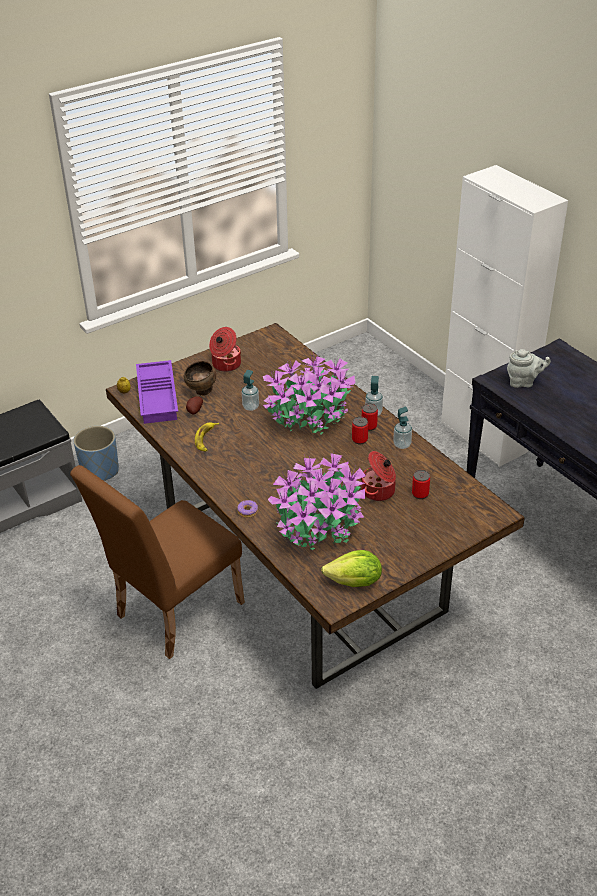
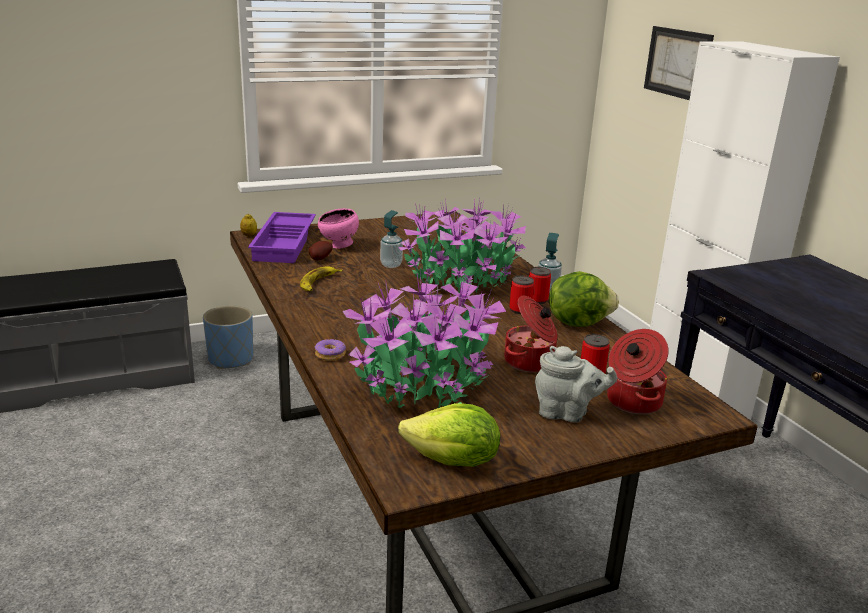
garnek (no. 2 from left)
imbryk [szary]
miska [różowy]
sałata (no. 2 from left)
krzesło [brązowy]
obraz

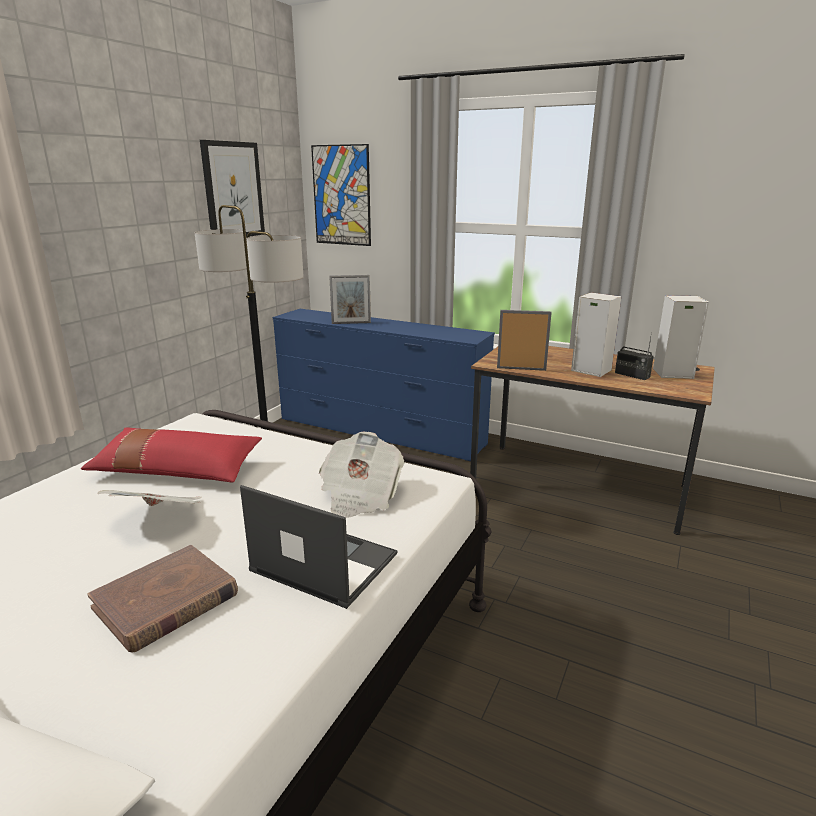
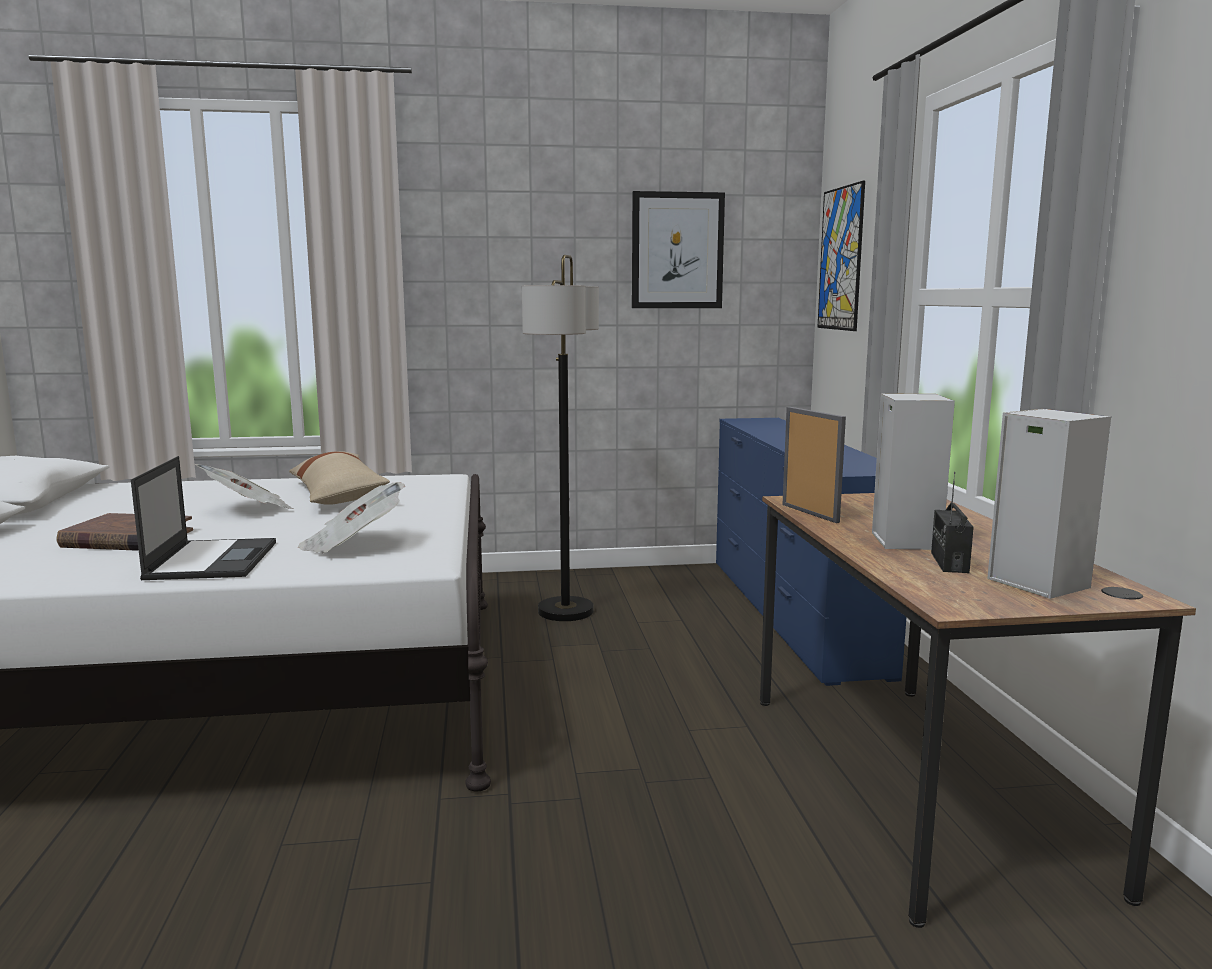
ramka na zdjęcie (no. 1 from left in the first image)
poduszka [beżowy]

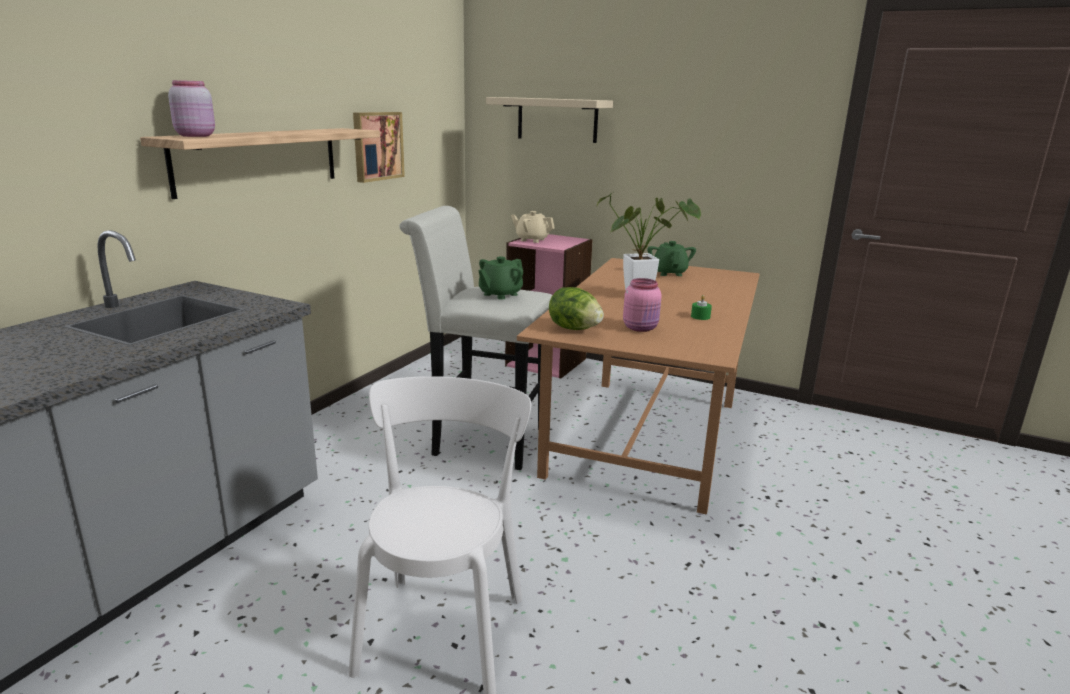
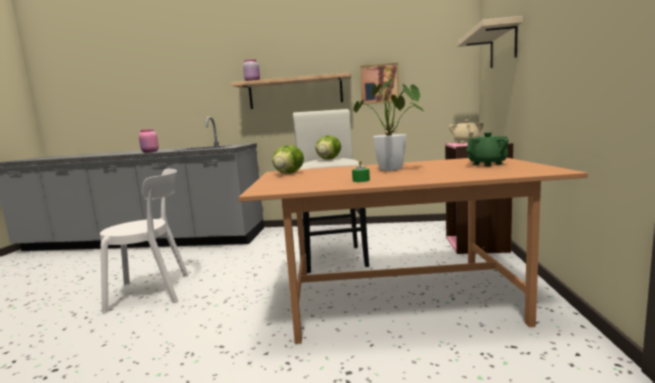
sałata (no. 2 from left)
słoik [różowy] (no. 1 from left)

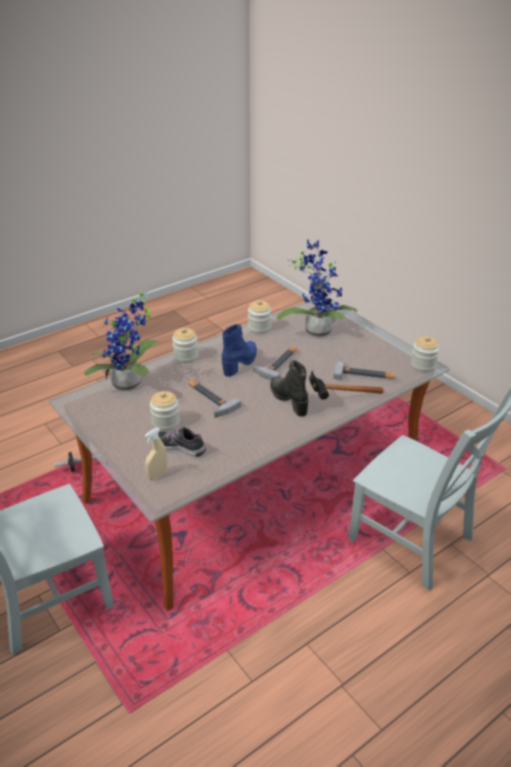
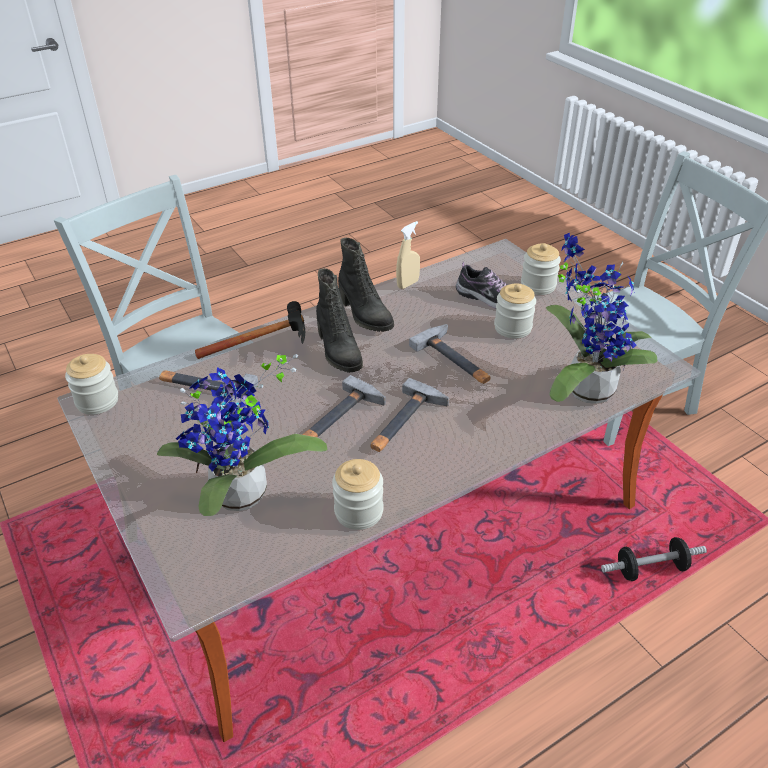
młotek (no. 4 from left)
słoik (no. 4 from left)
spryskiwacz [beżowy]
but z cholewką [czarny] (no. 2 from left)

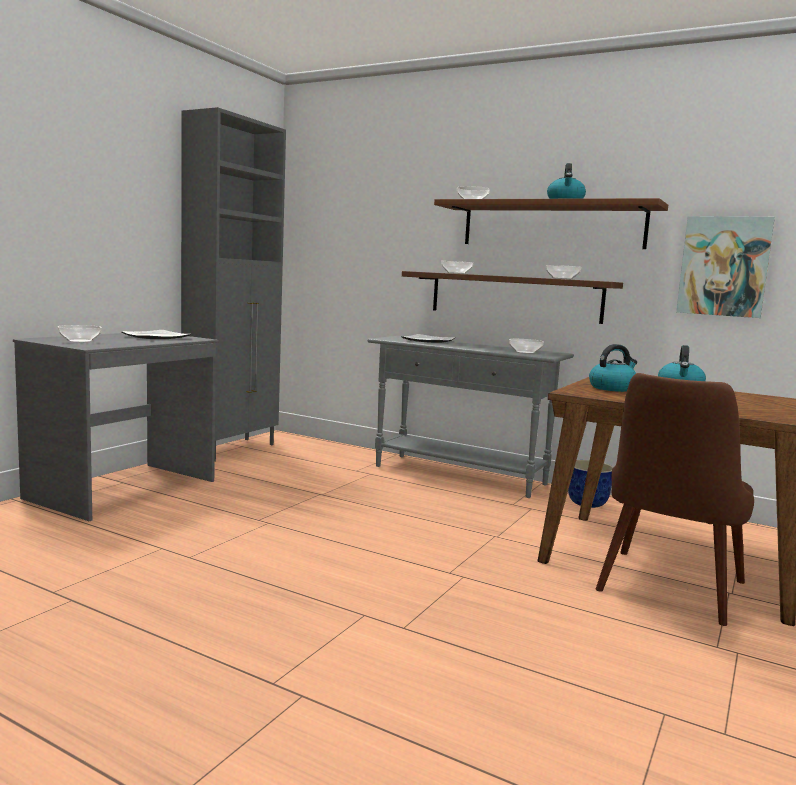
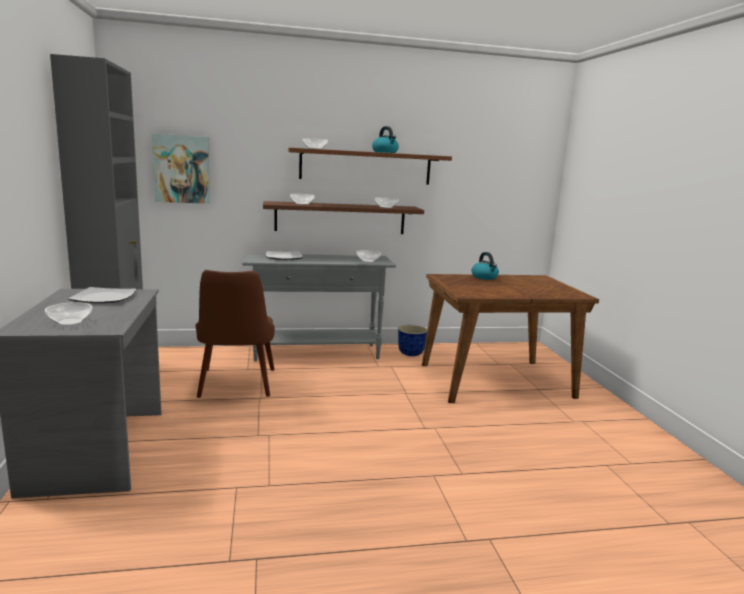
obraz
czajnik (no. 2 from left in the first image)
krzesło [brązowy]

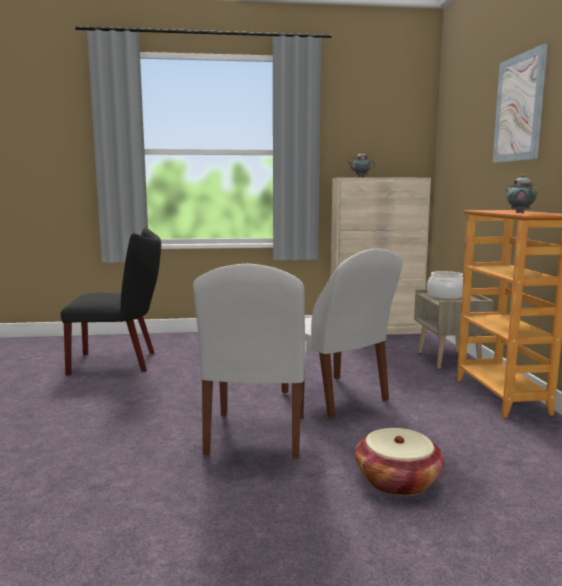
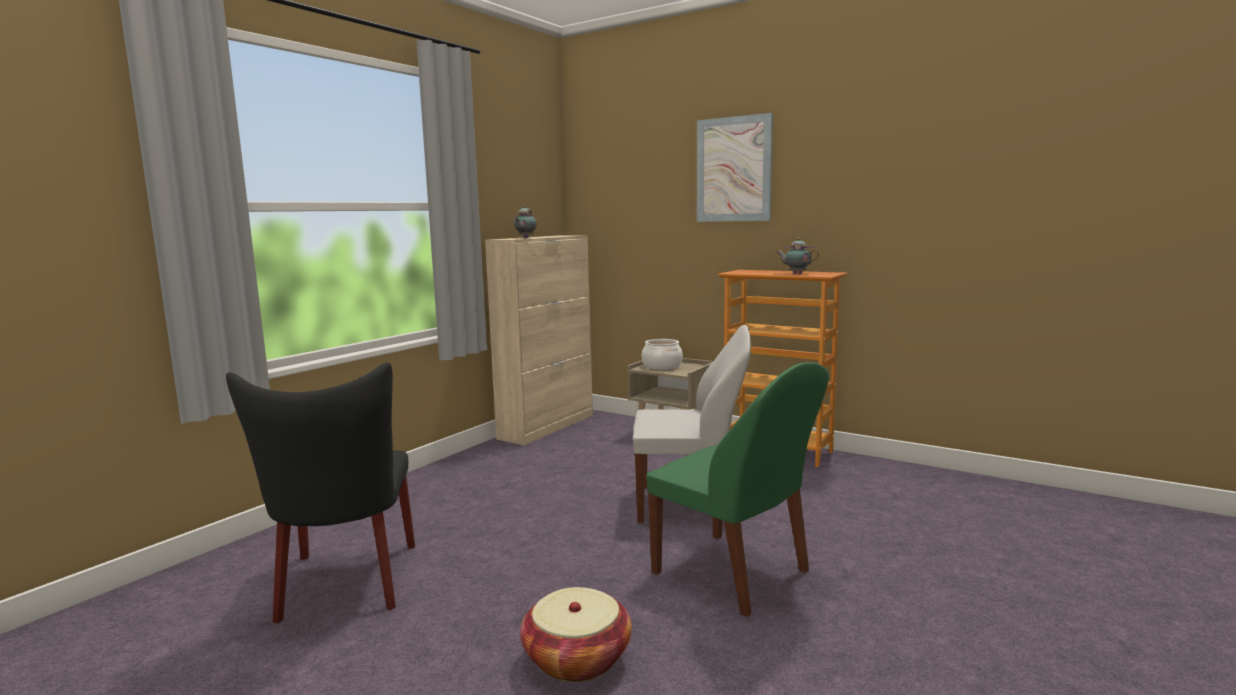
krzesło [czarny]
krzesło [zielony]
koszyk

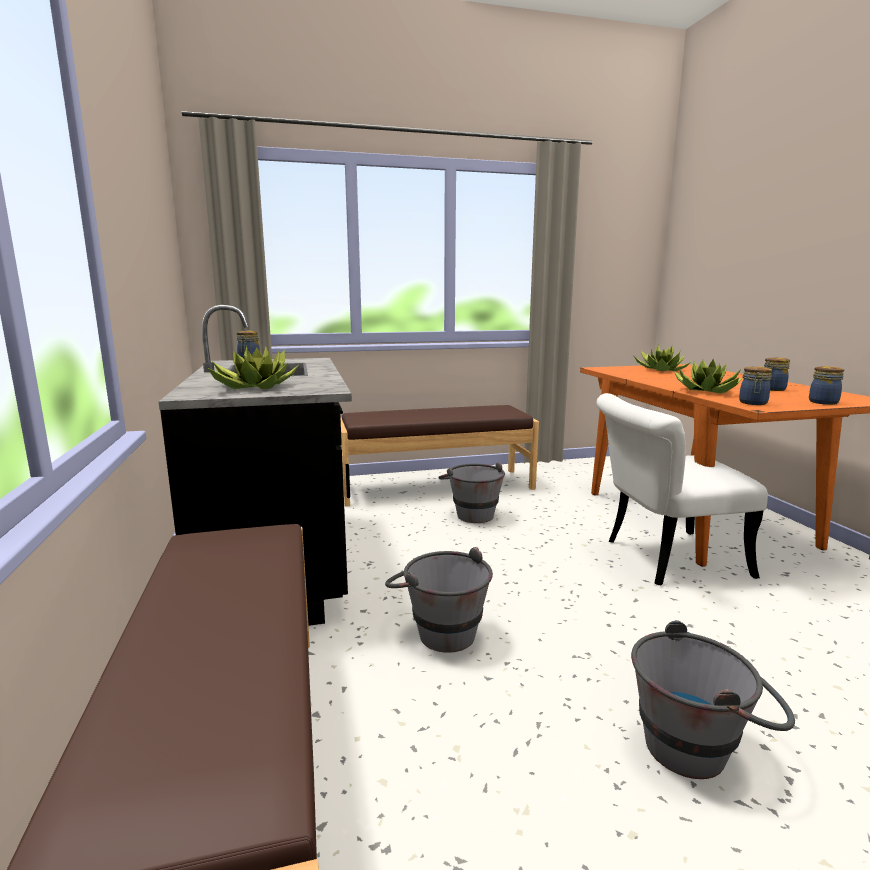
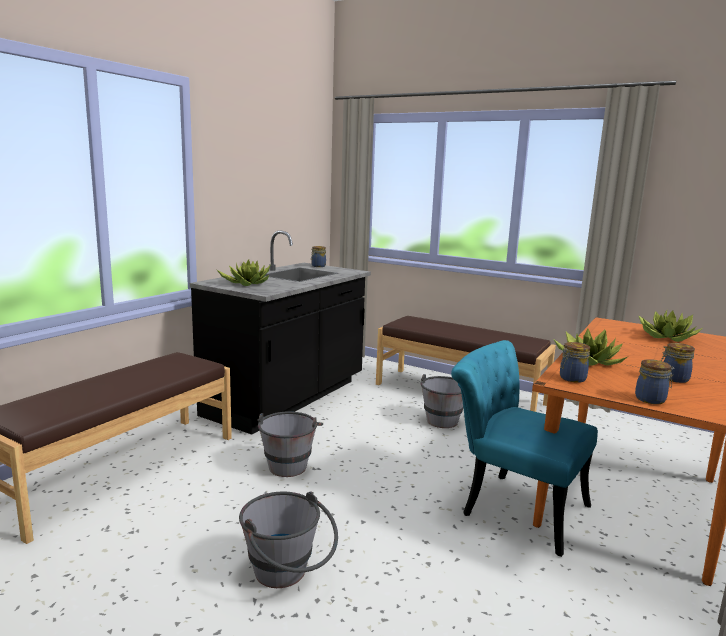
krzesło [turkusowy]

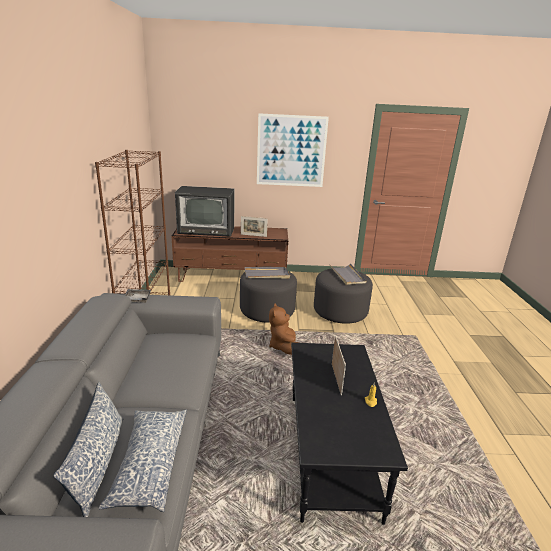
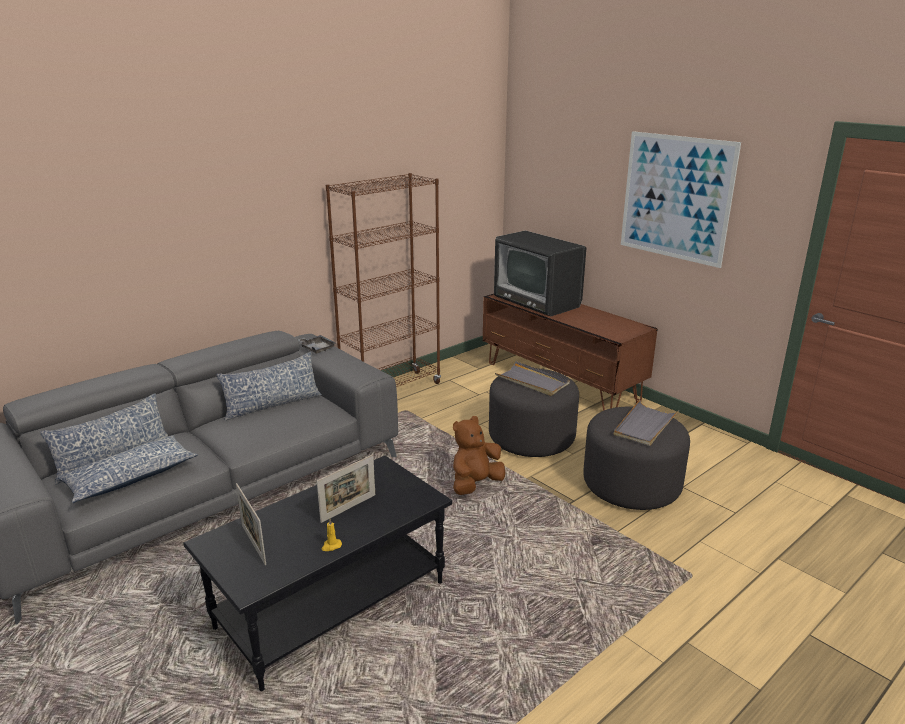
ramka na zdjęcie (no. 1 from left)
poduszka (no. 3 from left)

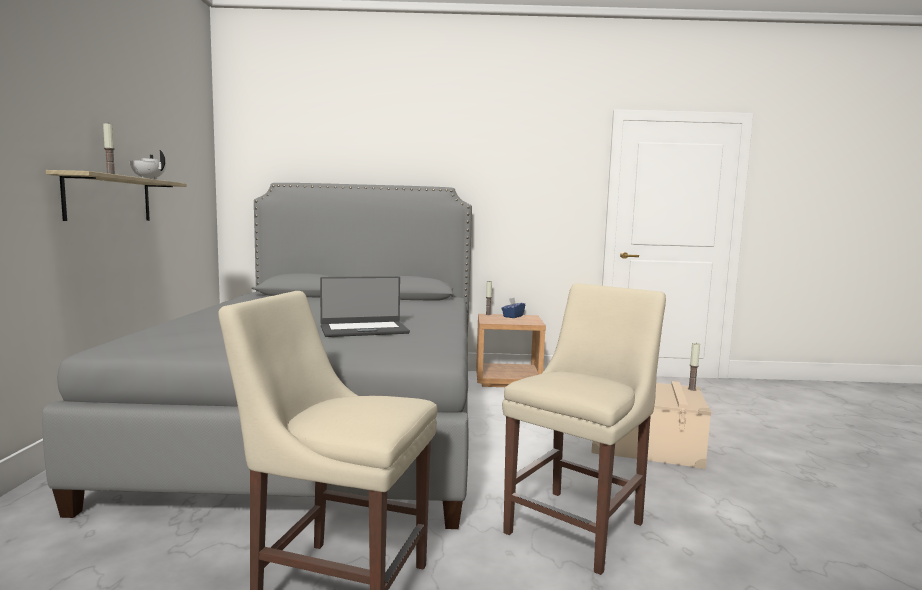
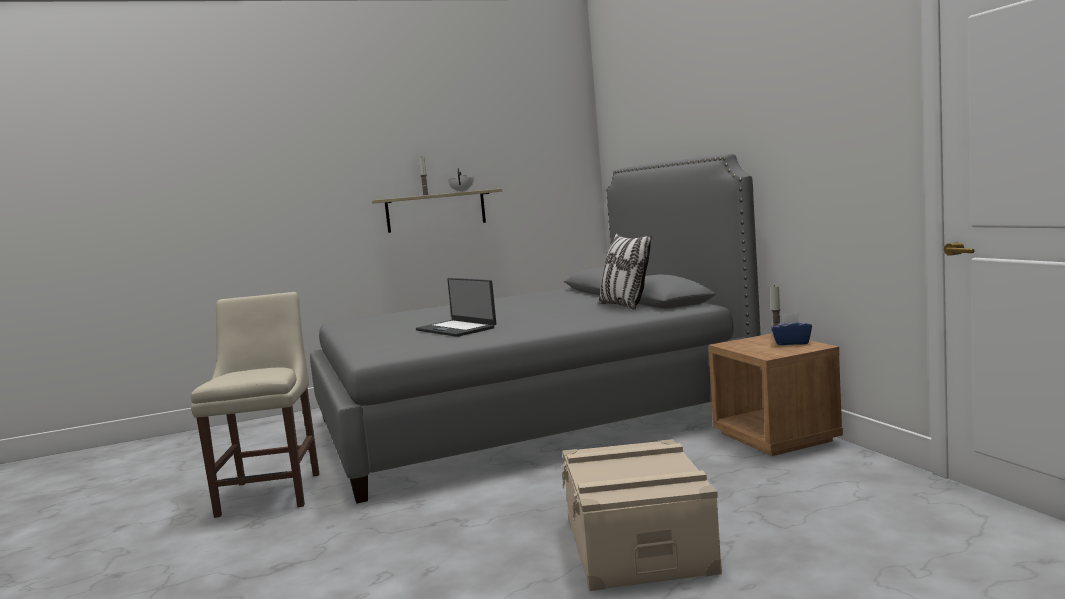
krzesło [beżowy] (no. 2 from left in the first image)
świeca (no. 3 from left in the first image)
poduszka

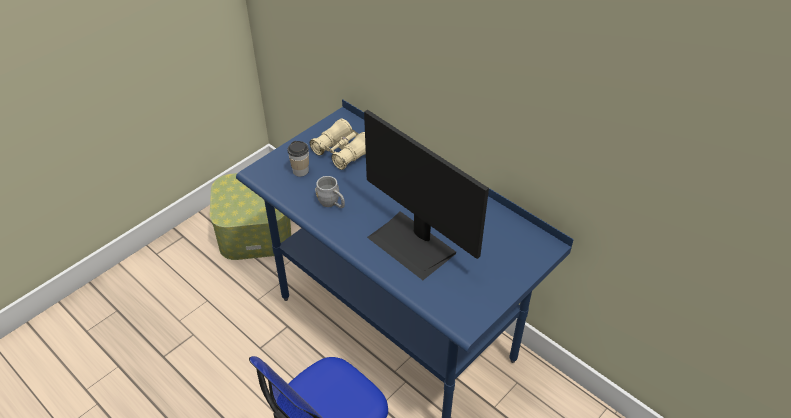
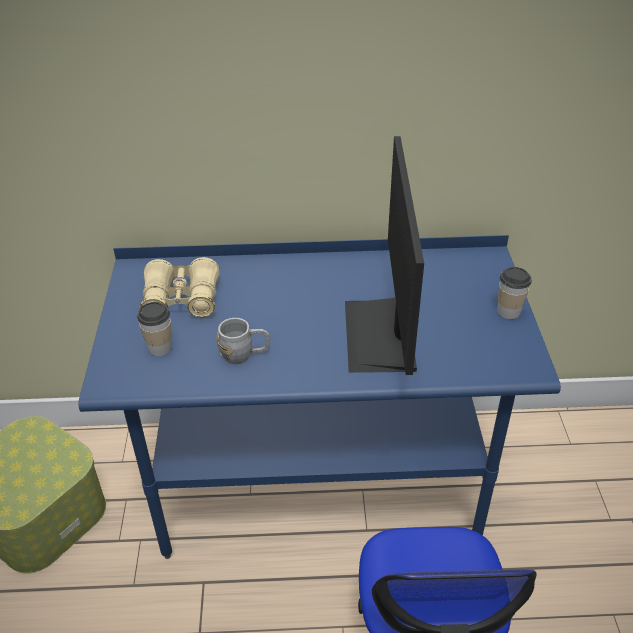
monitor
filiżanka (no. 2 from left)

